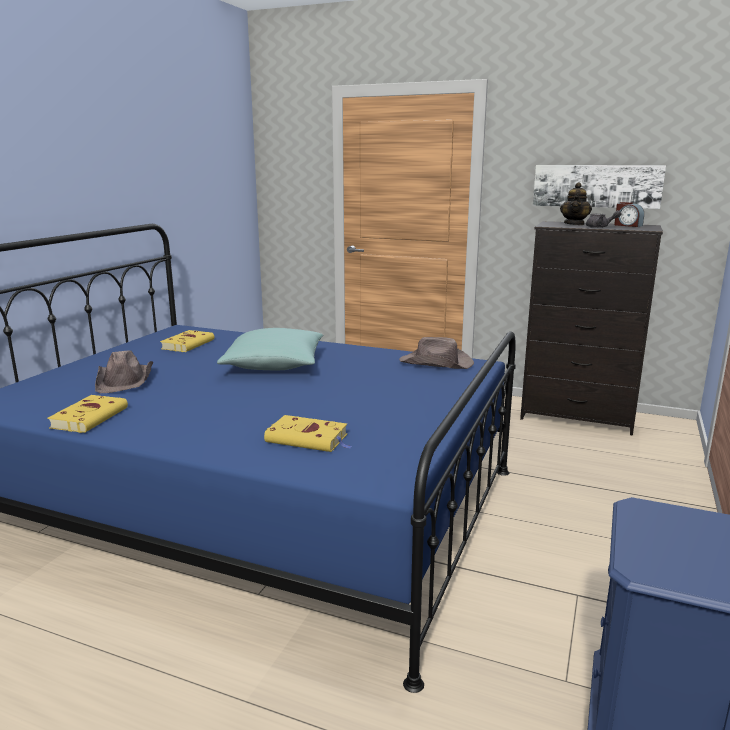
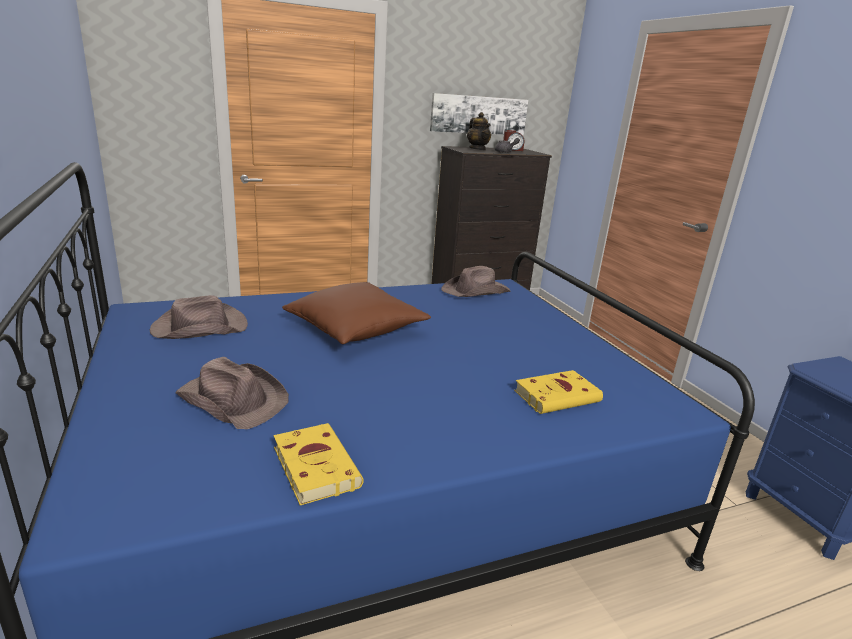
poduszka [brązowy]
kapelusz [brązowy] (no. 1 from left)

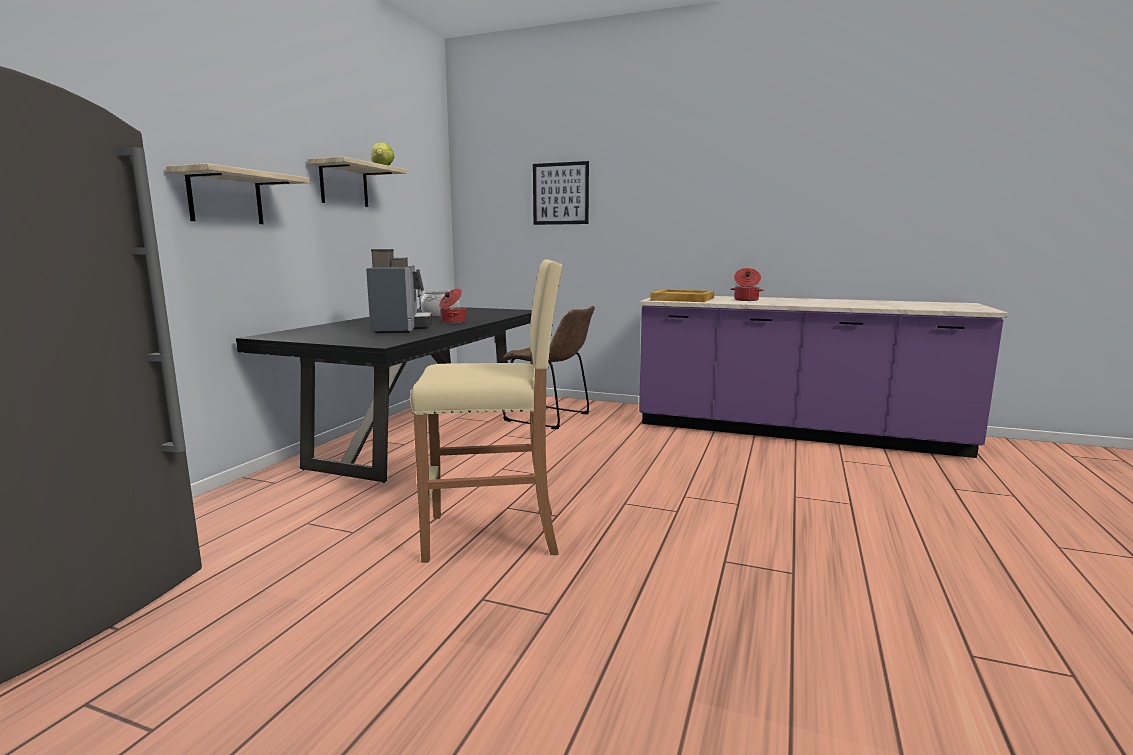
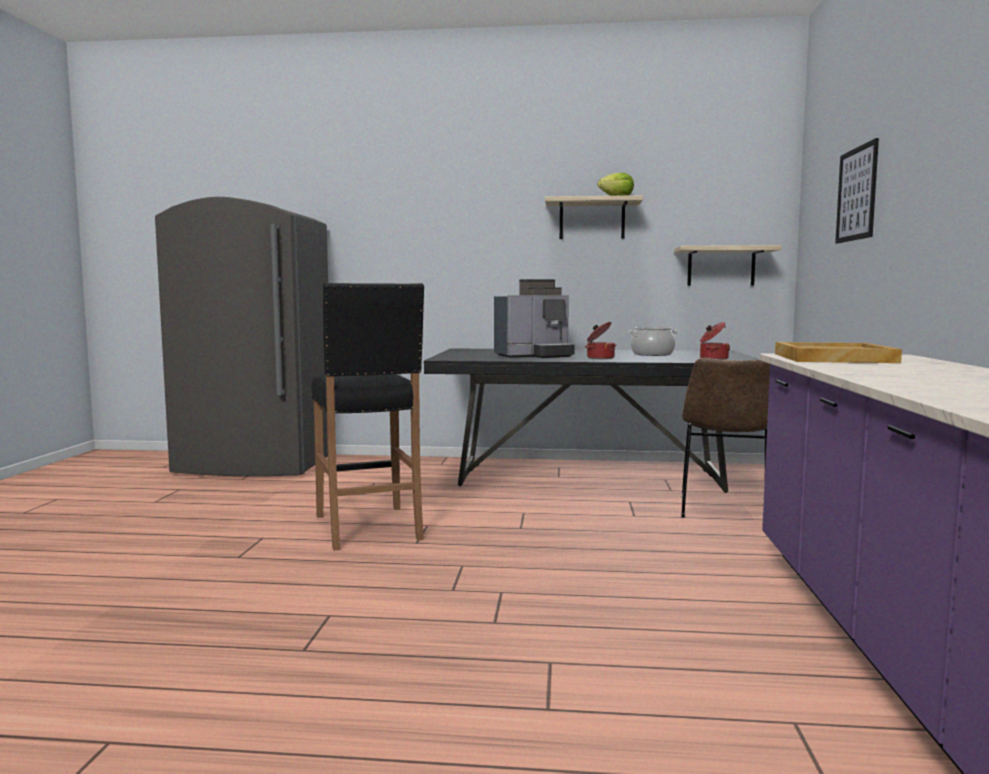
półka (no. 2 from left)
stołek [czarny]
garnek (no. 3 from left)

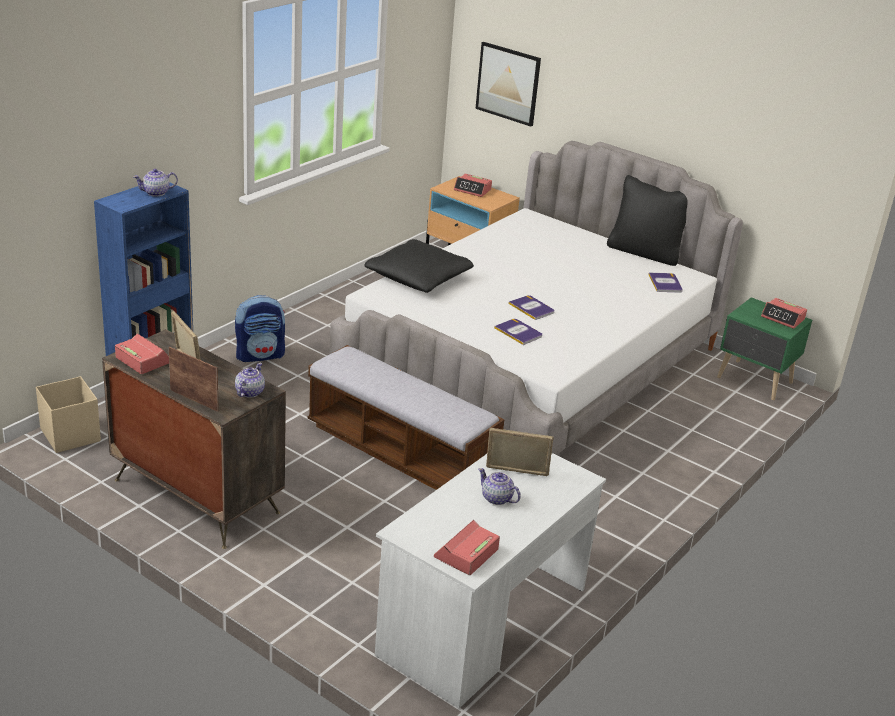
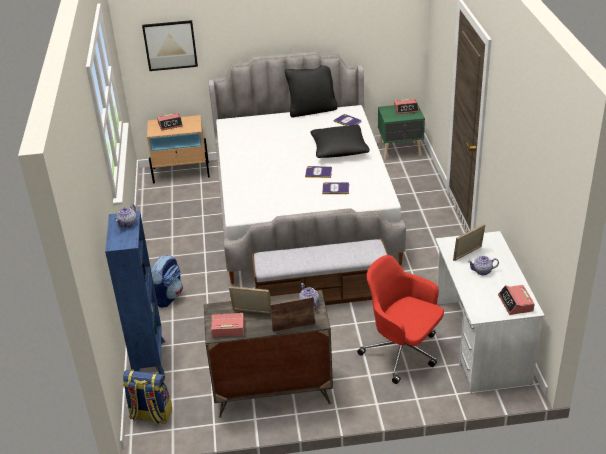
poduszka [czarny] (no. 2 from left)
plecak (no. 1 from left)
krzesło biurowe [czerwony]

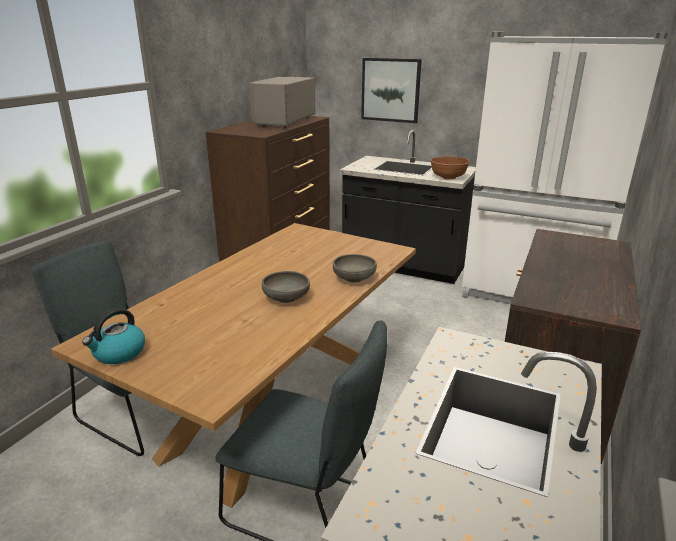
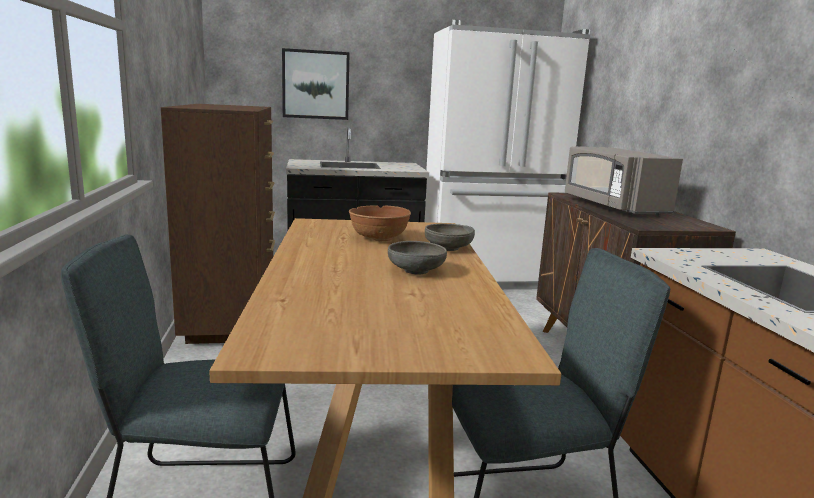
mikrofalówka [szary]
miska [brązowy]
czajnik

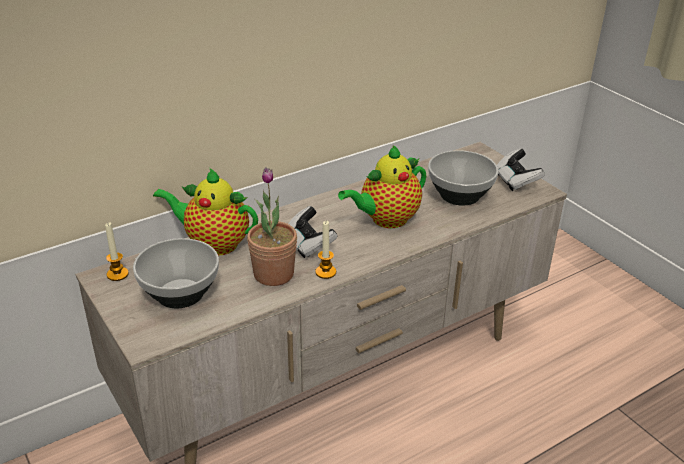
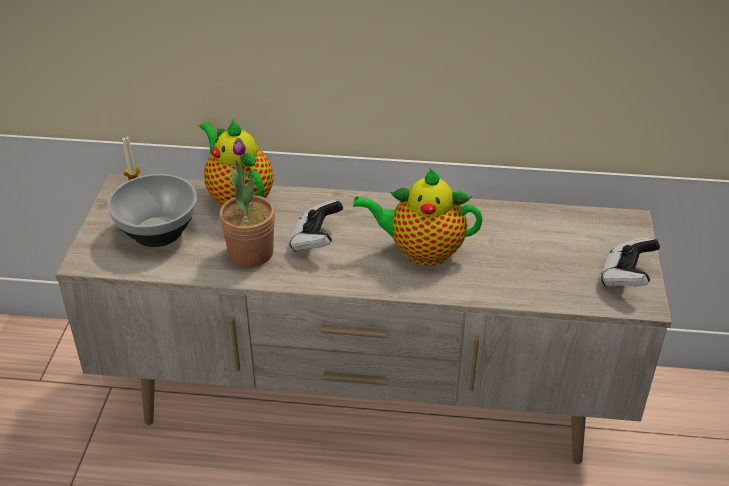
miska (no. 2 from left in the first image)
świeca (no. 2 from left in the first image)

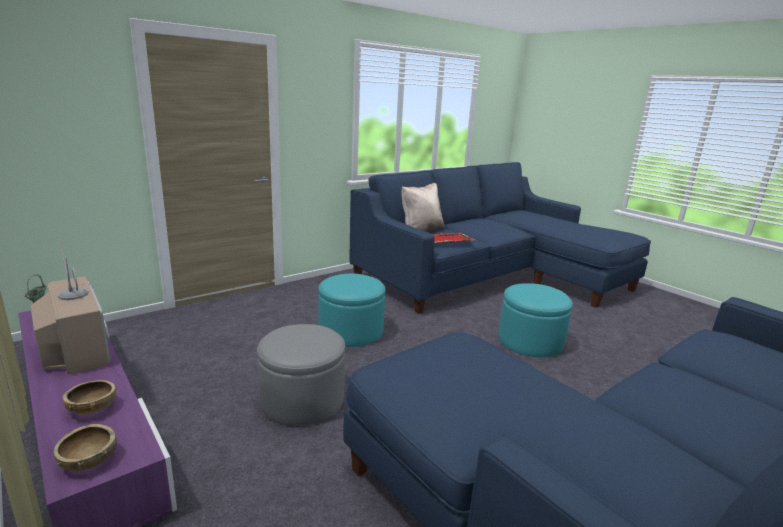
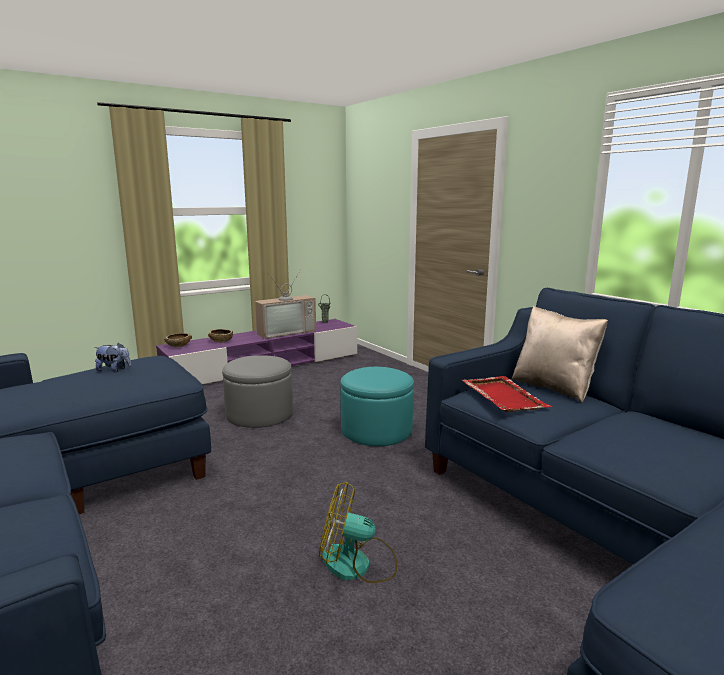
wentylator
pluszak

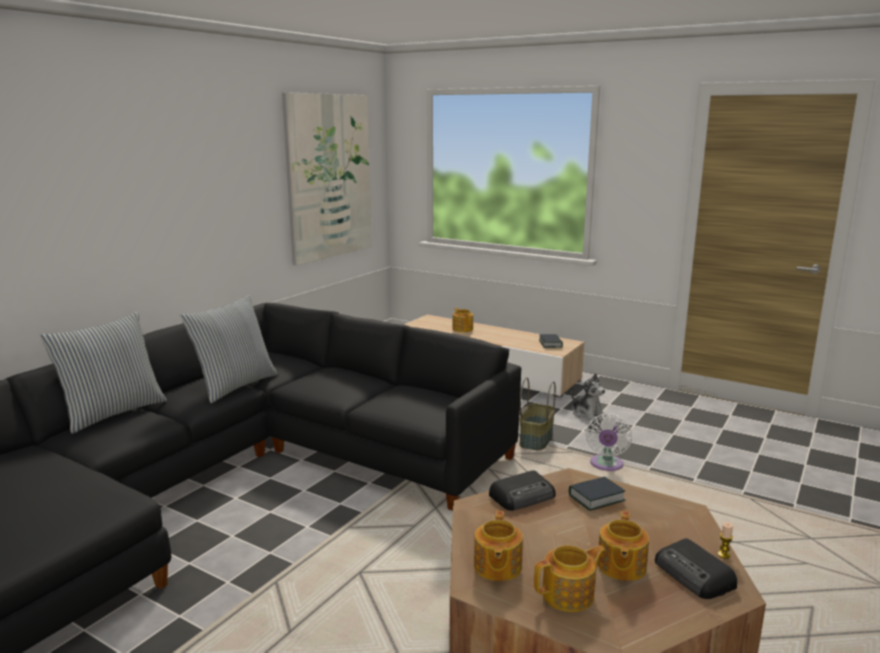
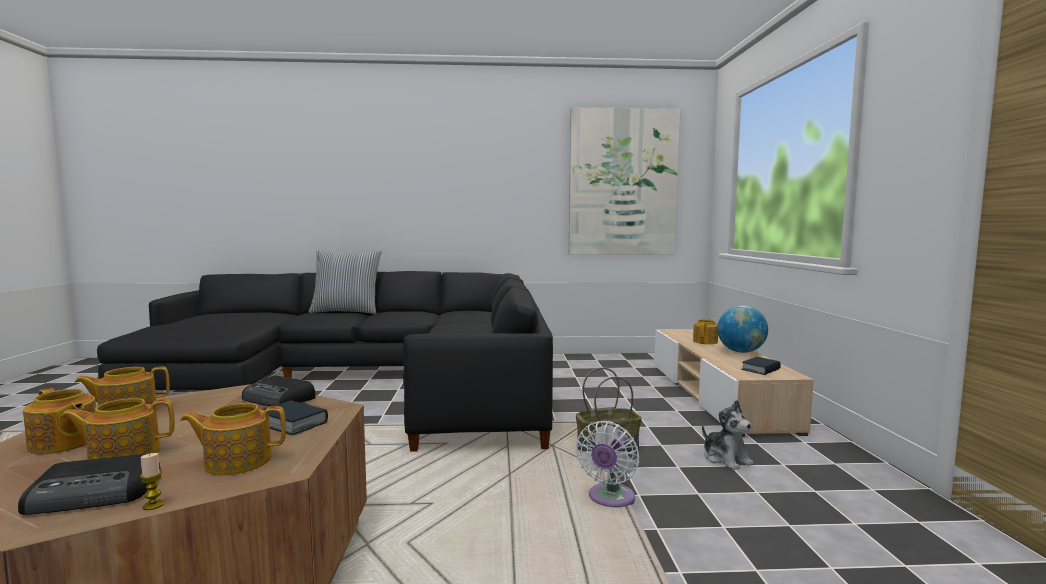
poduszka (no. 2 from left in the first image)
pluszak
wentylator [biały]
radio (no. 1 from left)
globus
imbryk (no. 4 from left)

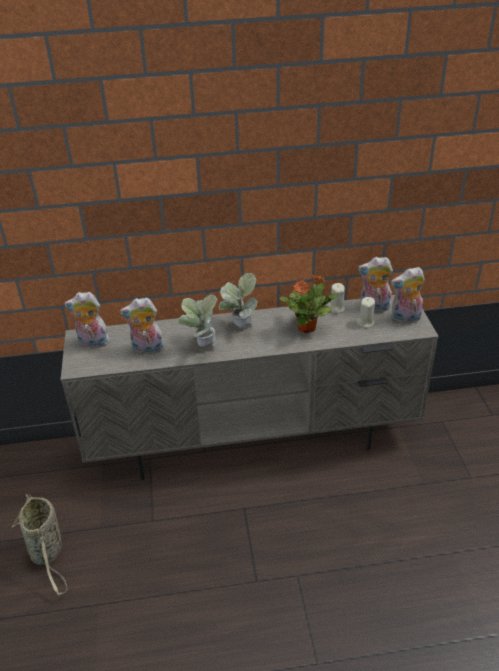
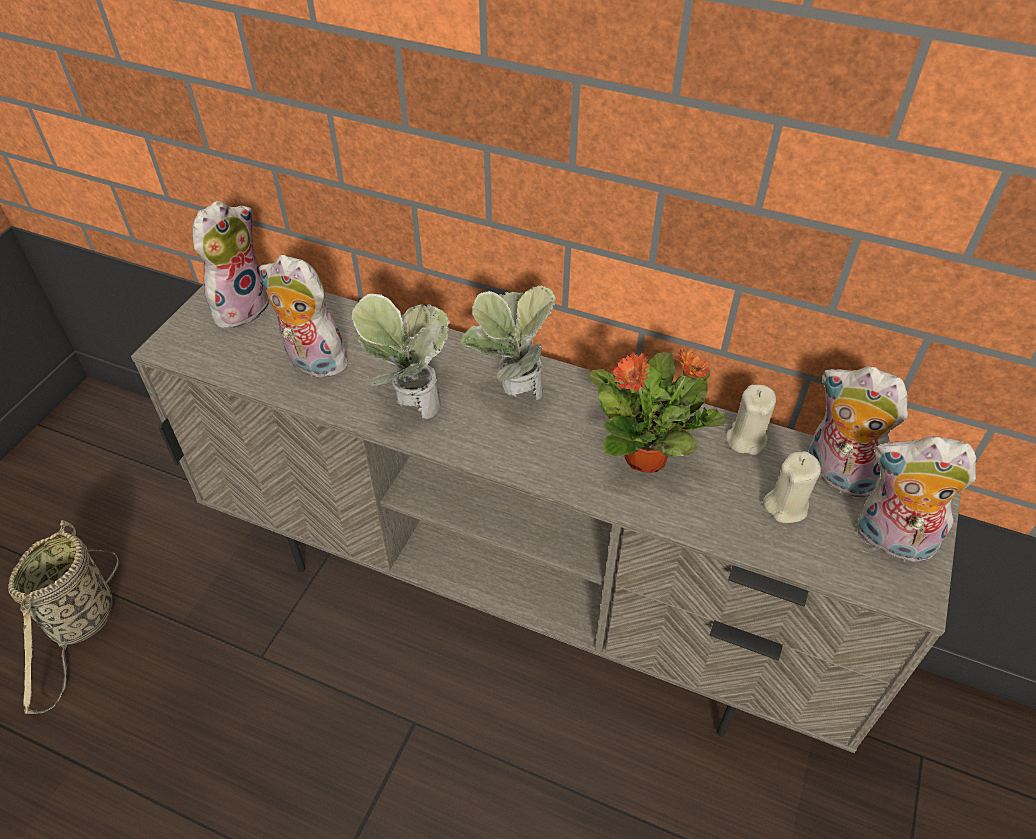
pluszak (no. 1 from left)

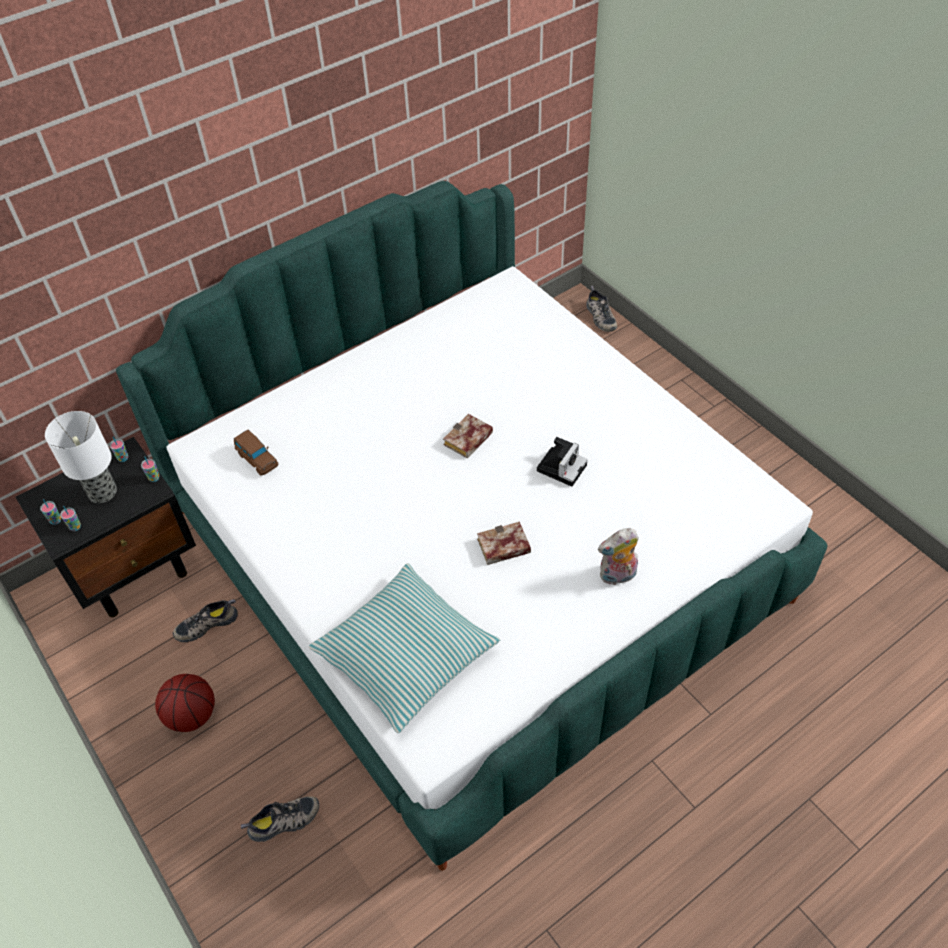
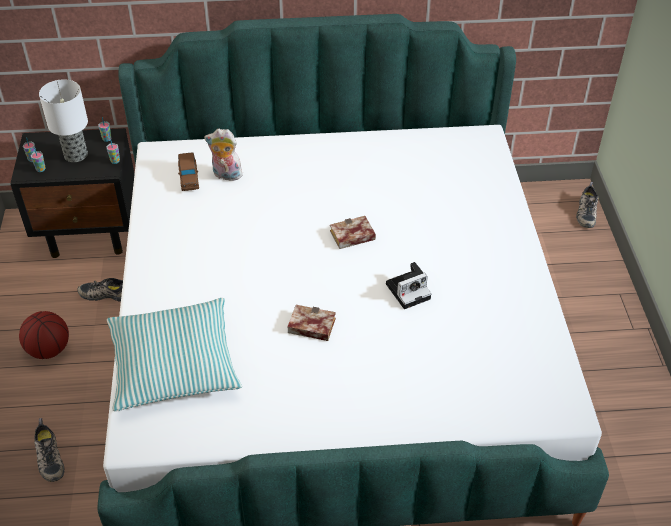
pluszak
but (no. 1 from left)

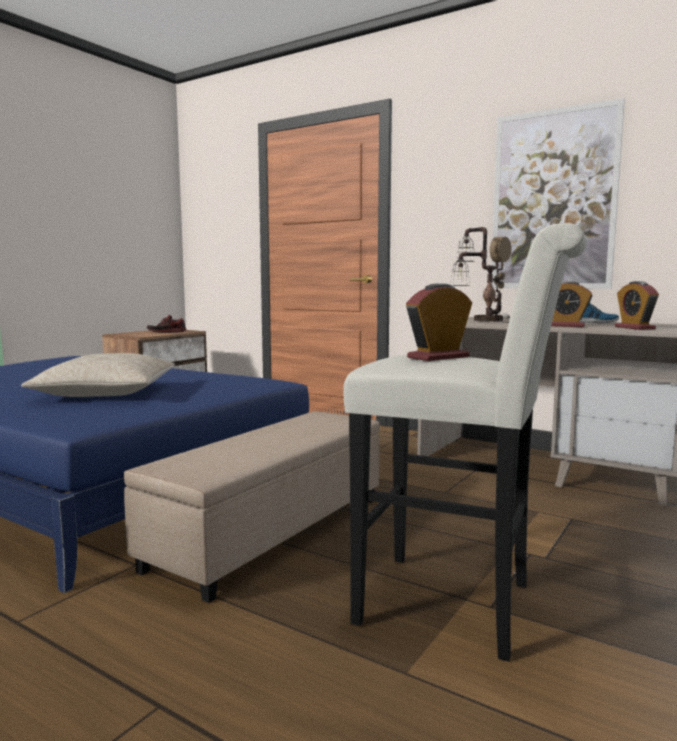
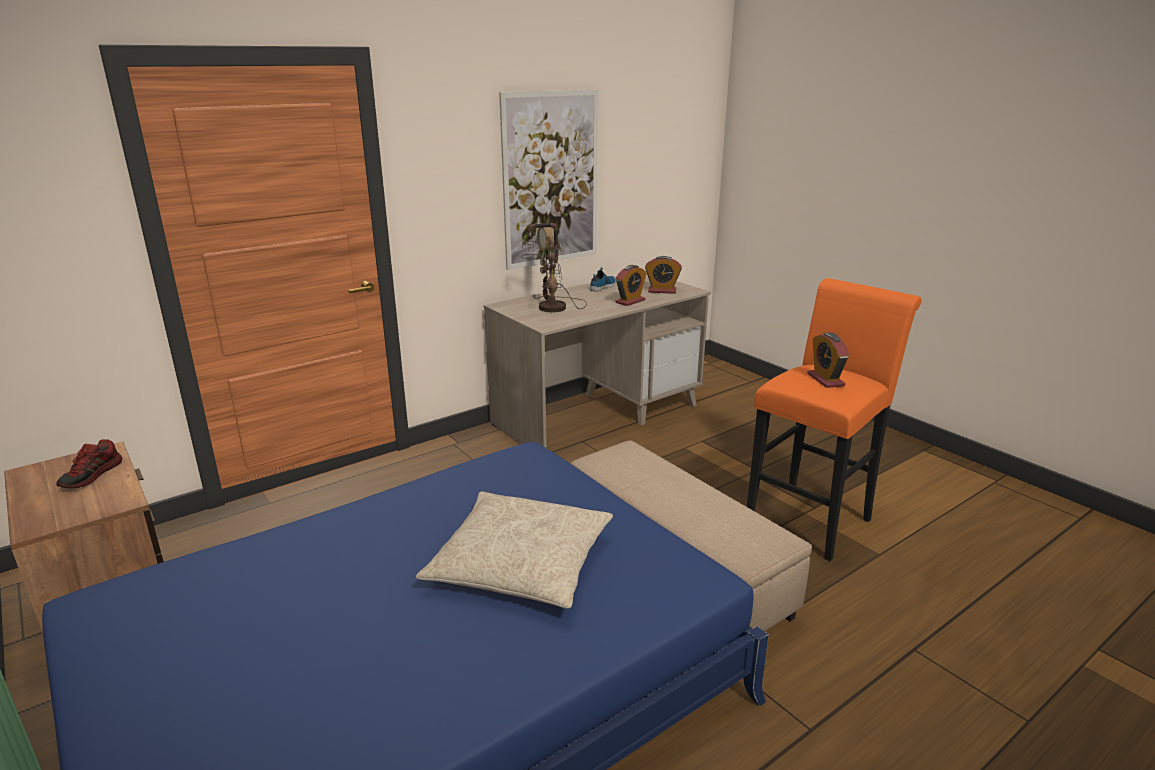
stołek [pomarańczowy]

